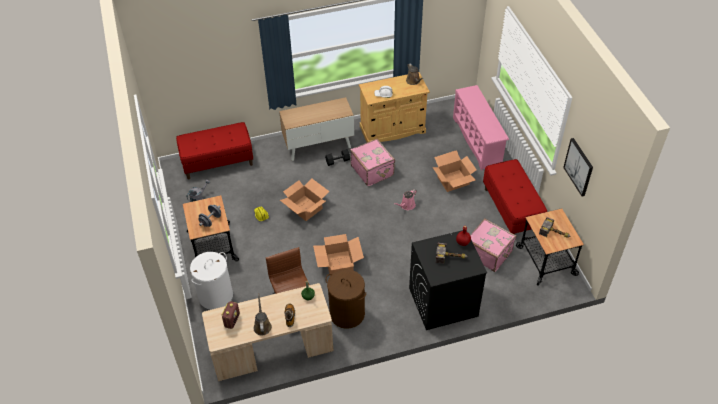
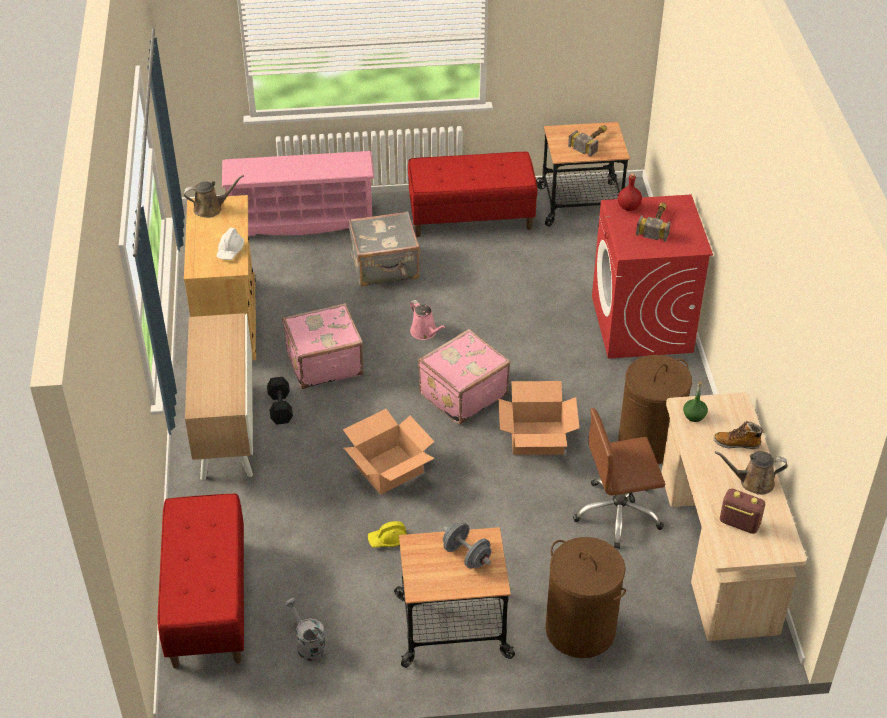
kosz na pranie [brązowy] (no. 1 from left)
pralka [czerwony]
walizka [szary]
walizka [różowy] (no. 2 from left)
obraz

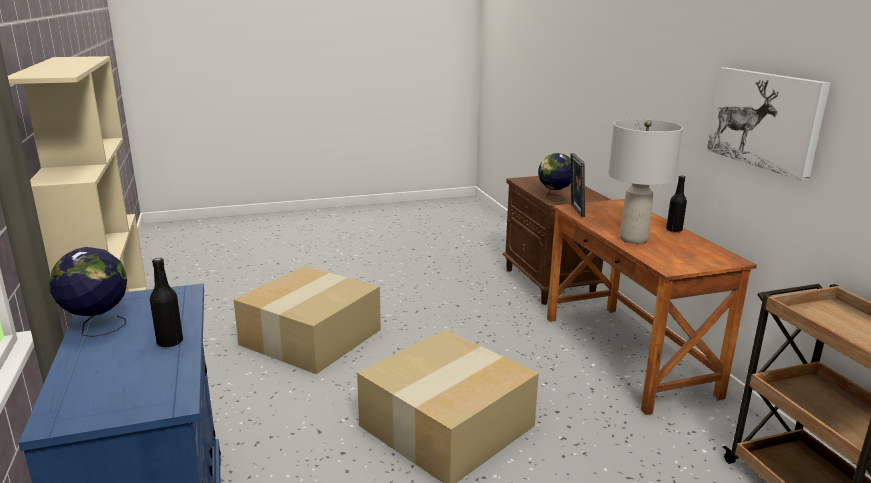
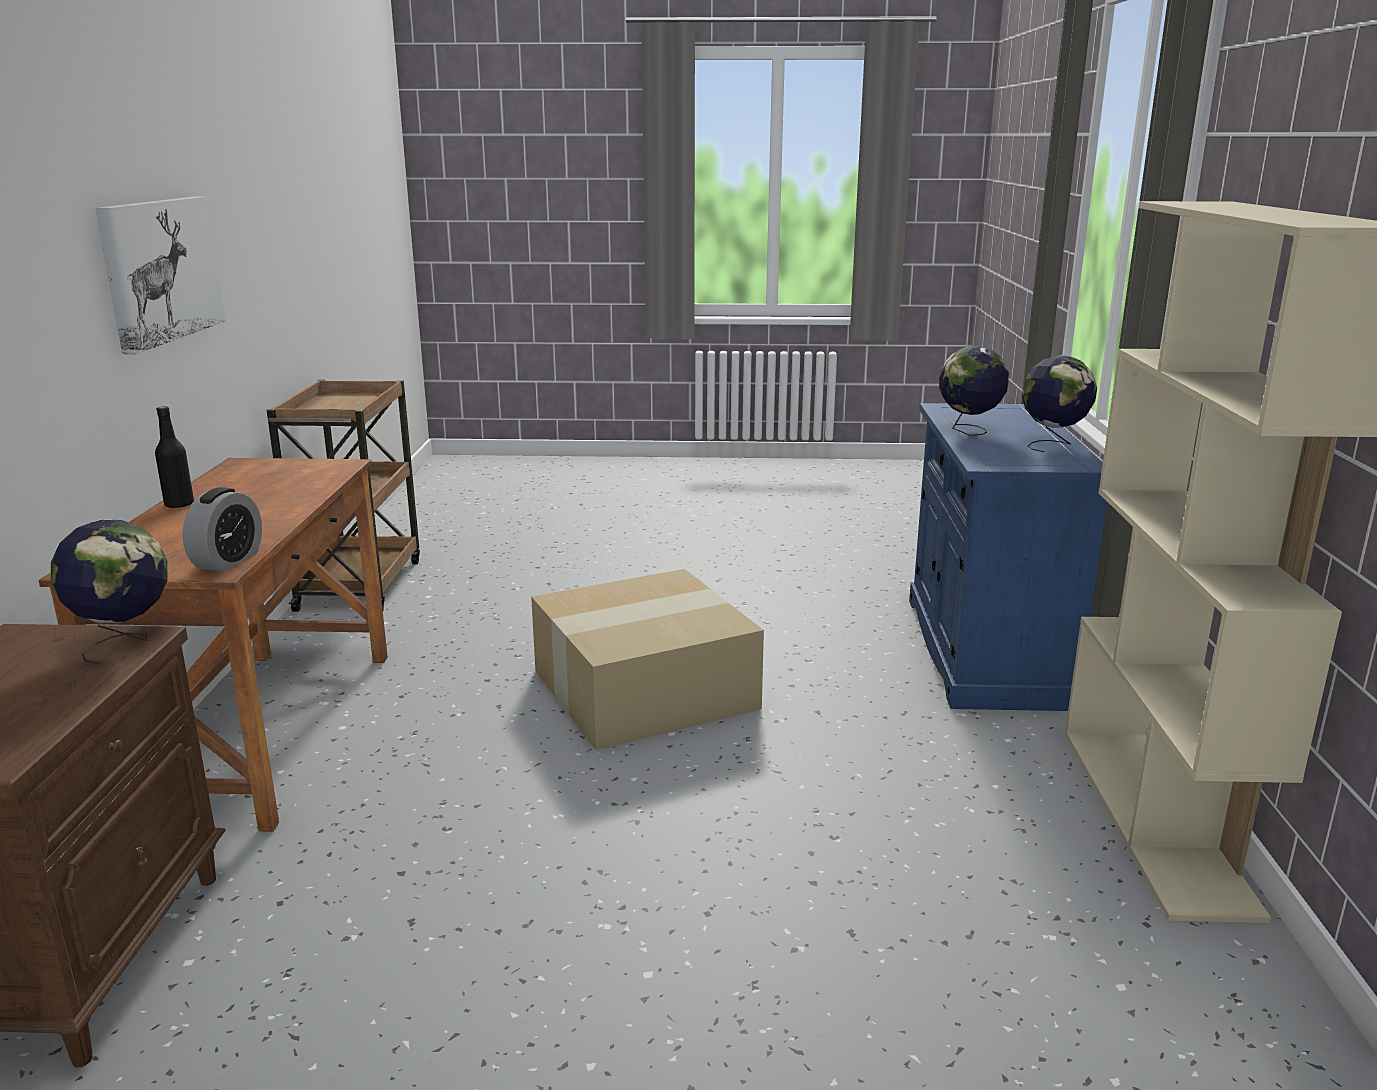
globus (no. 2 from left)
karton (no. 1 from left in the first image)
budzik
lampa stołowa [szary]

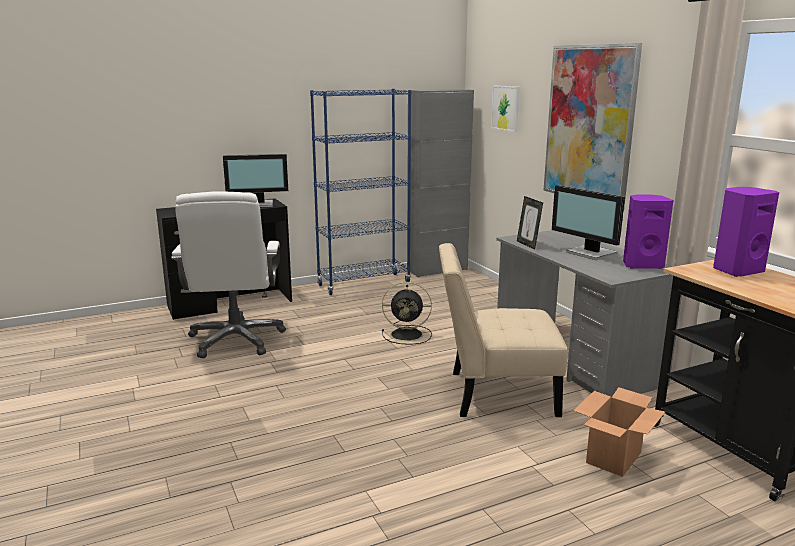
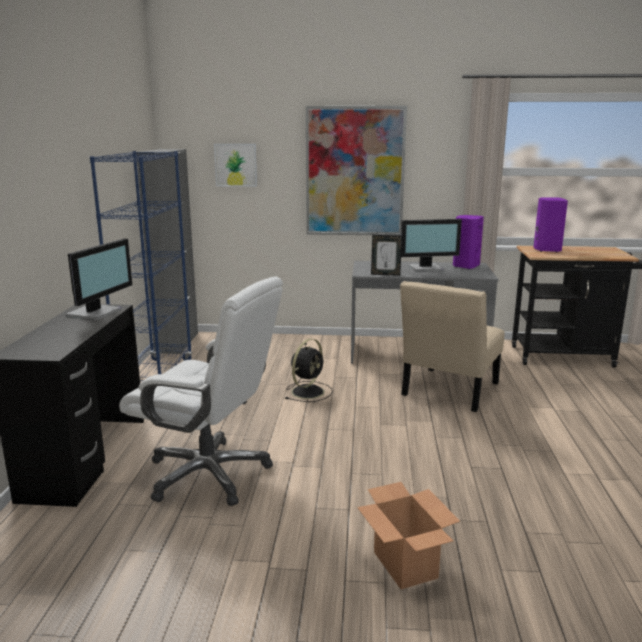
karton

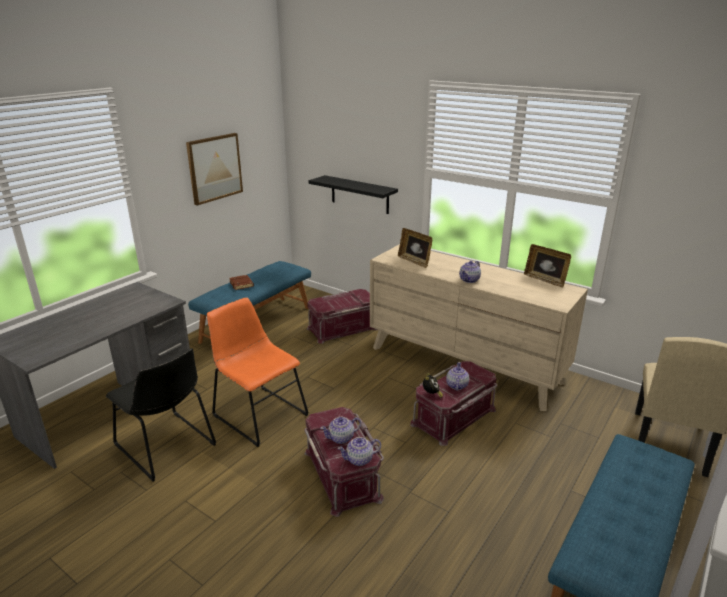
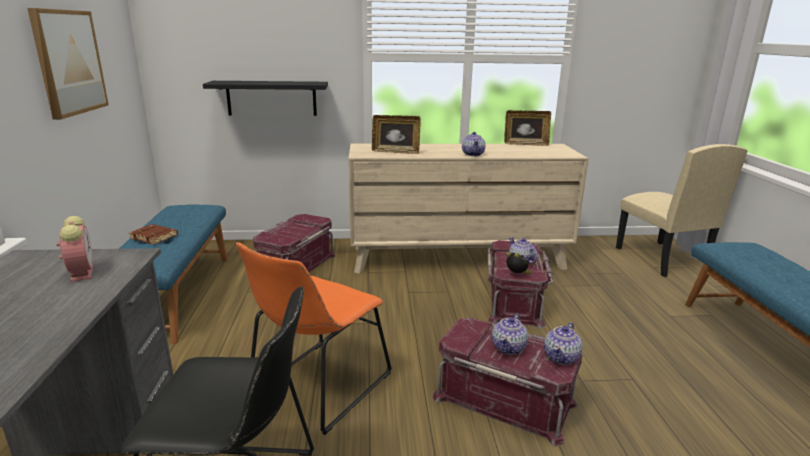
krzesło [pomarańczowy]
budzik (no. 1 from left)

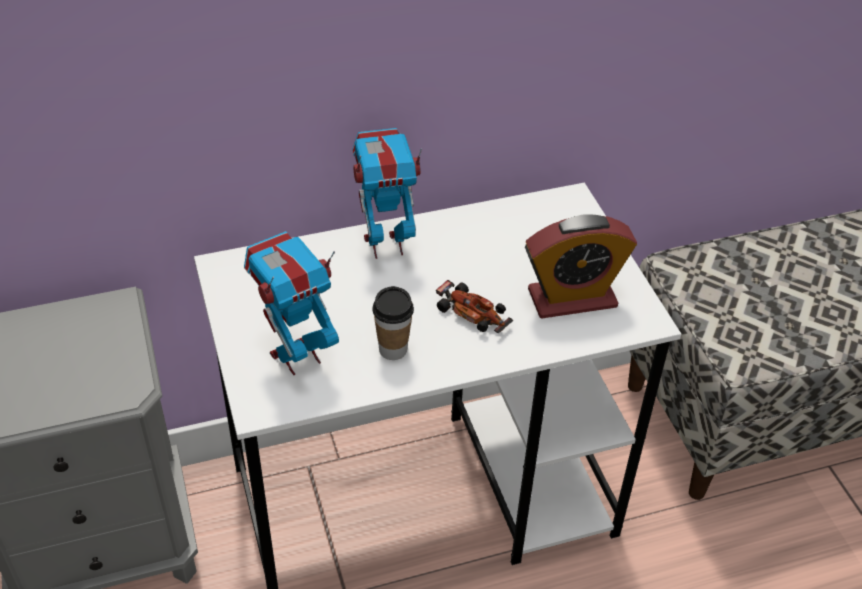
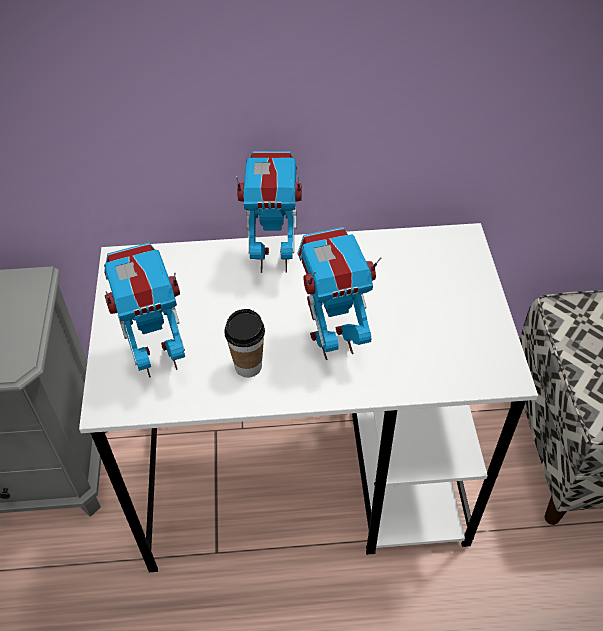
robot zabawkowy (no. 3 from left)
budzik

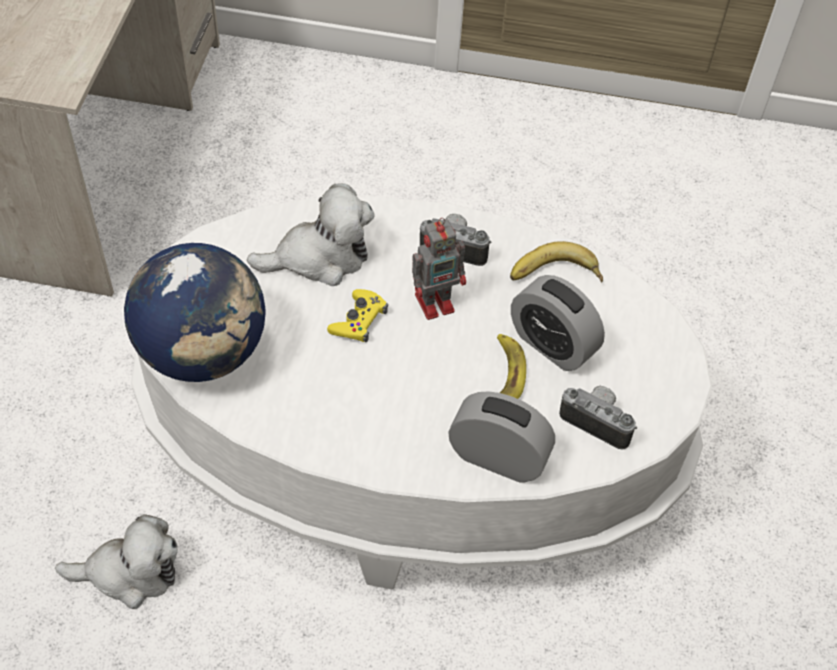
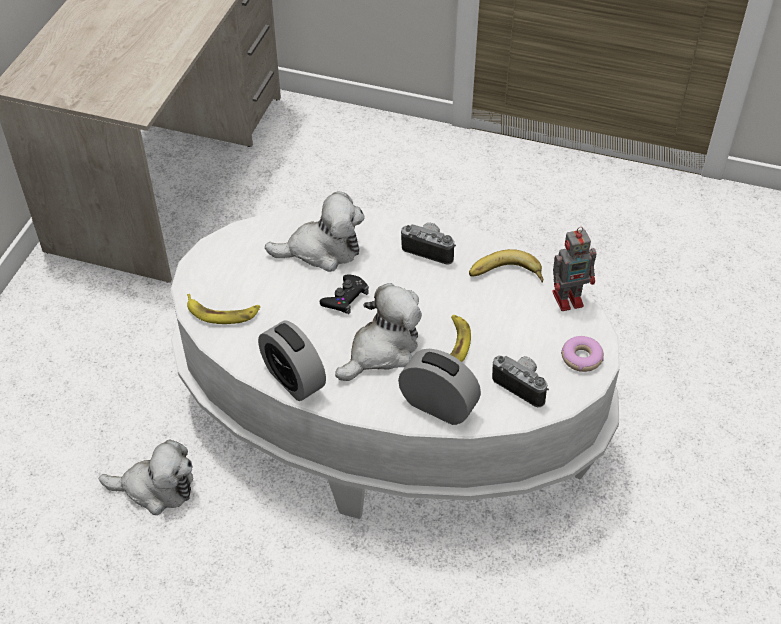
banan (no. 1 from left)
pad do gier [czarny]
robot zabawkowy
budzik (no. 1 from left)
pluszak (no. 3 from left)
donut

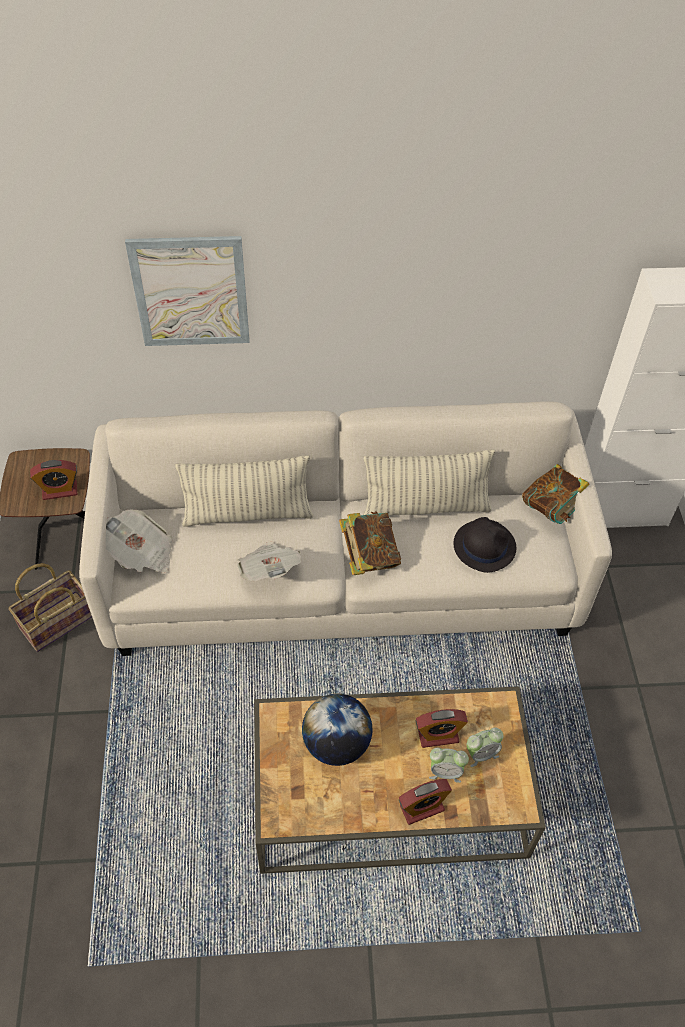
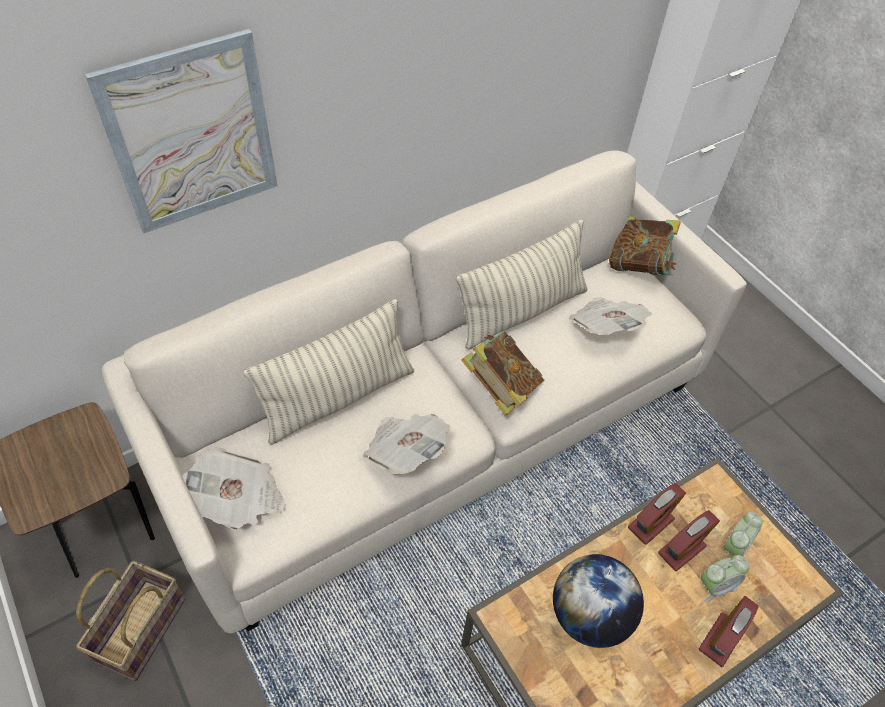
budzik (no. 1 from left)
gazeta (no. 3 from left)

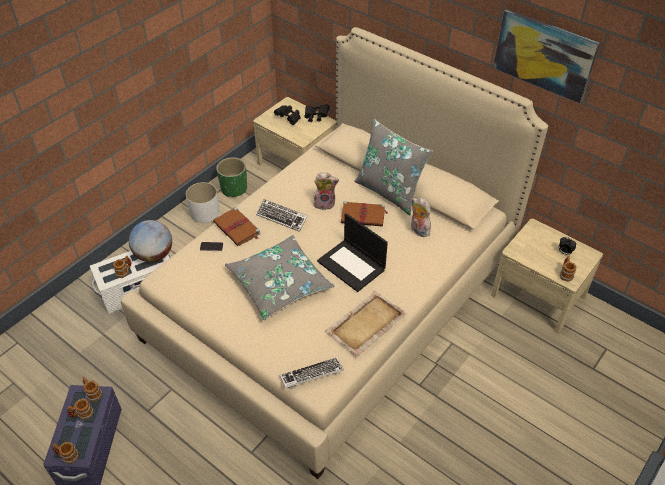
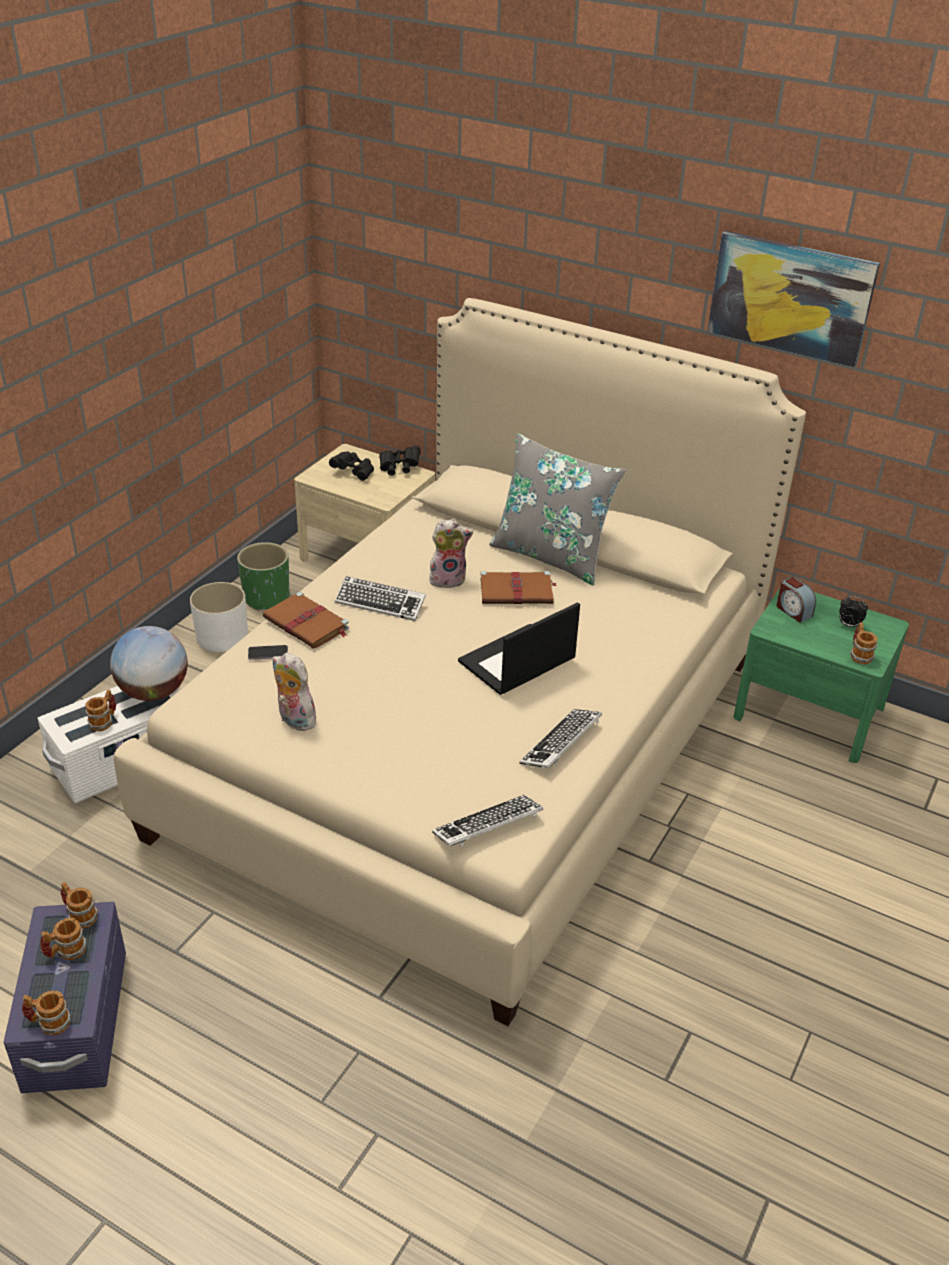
poduszka [szary] (no. 1 from left in the first image)
laptop
klawiatura (no. 3 from left)
pluszak (no. 1 from left)
szafka nocna [zielony]
budzik (no. 1 from left)

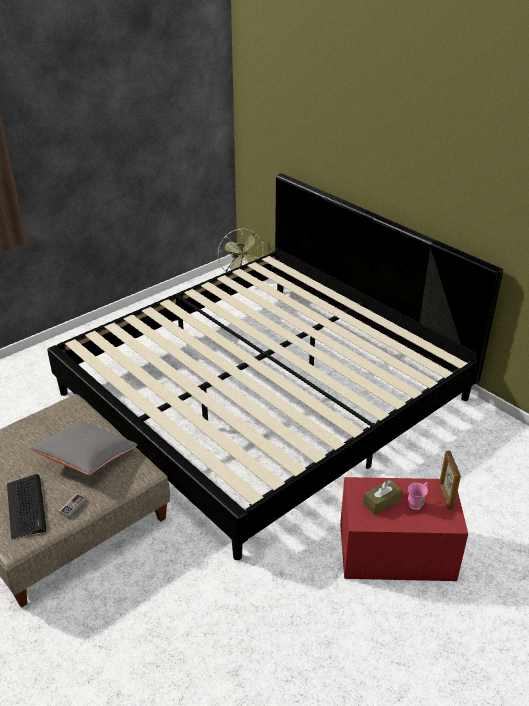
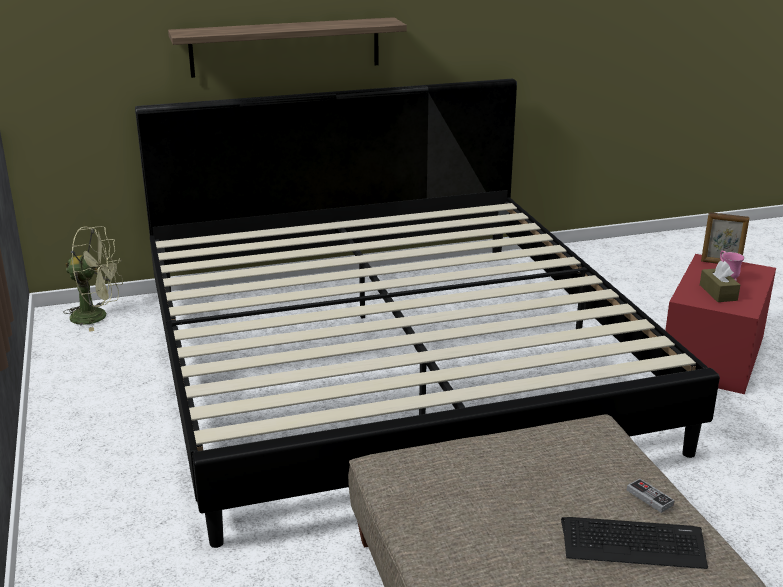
poduszka [szary]
półka

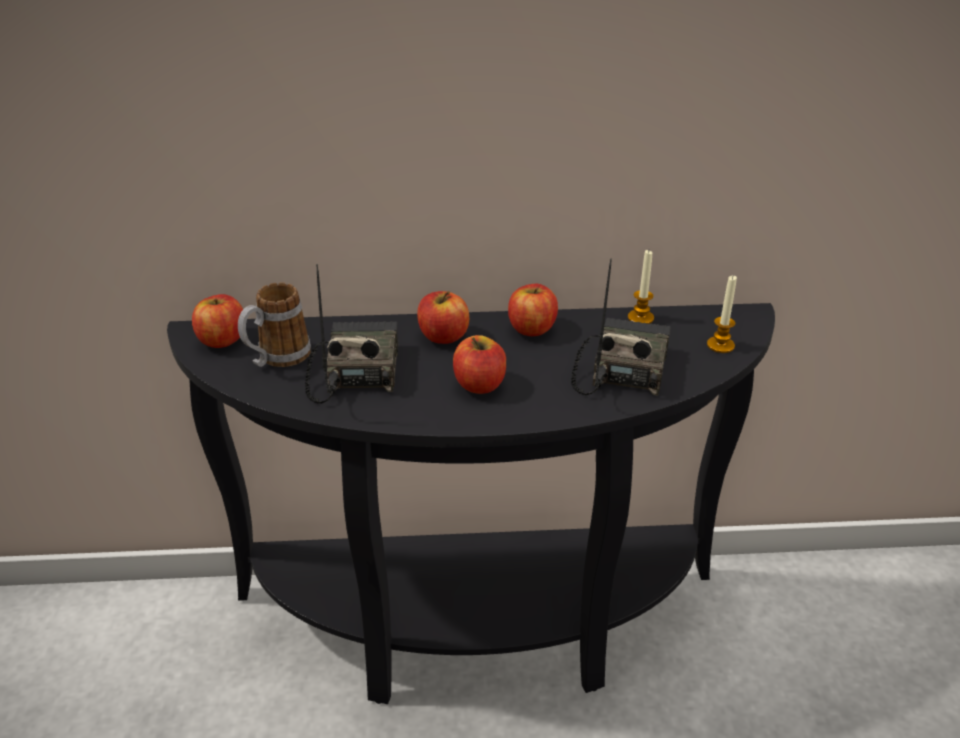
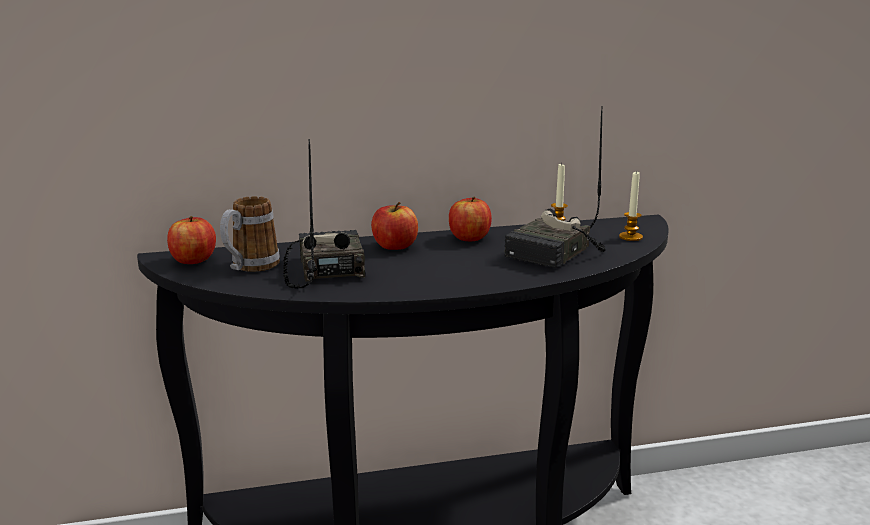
jabłko (no. 3 from left in the first image)
radio (no. 2 from left)

